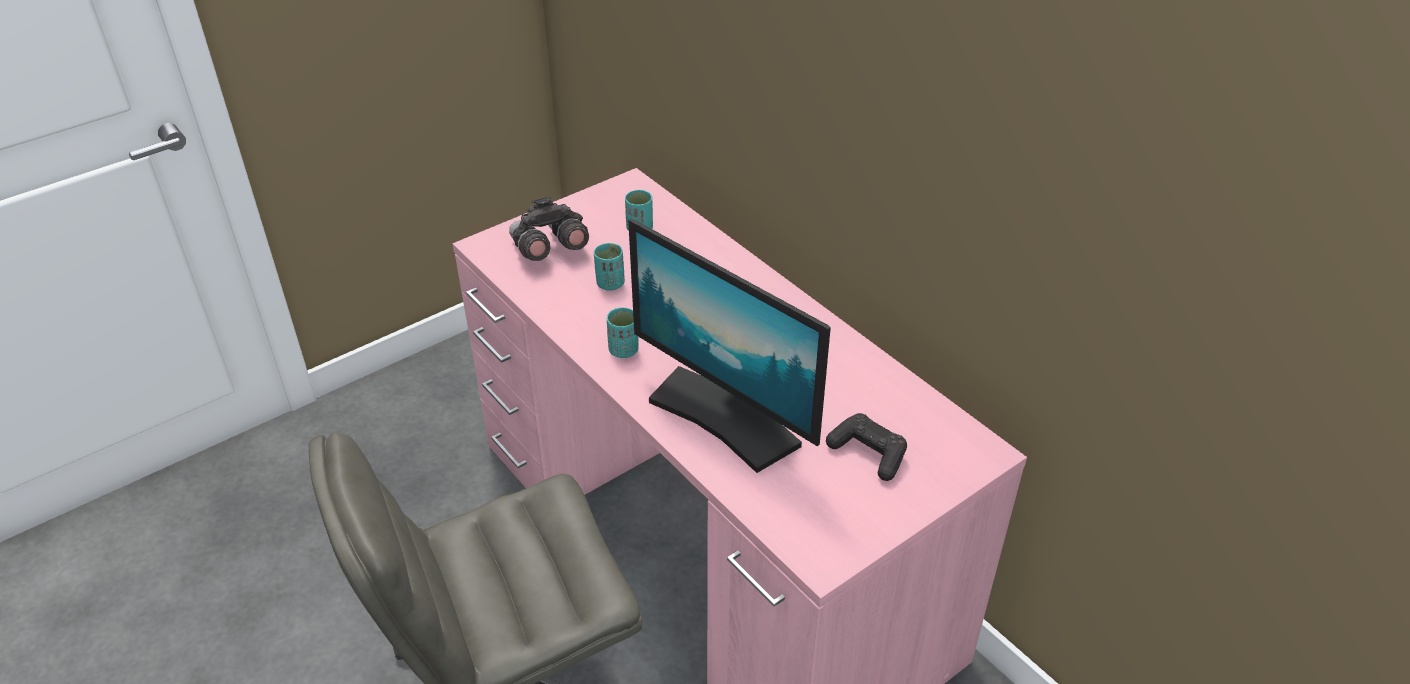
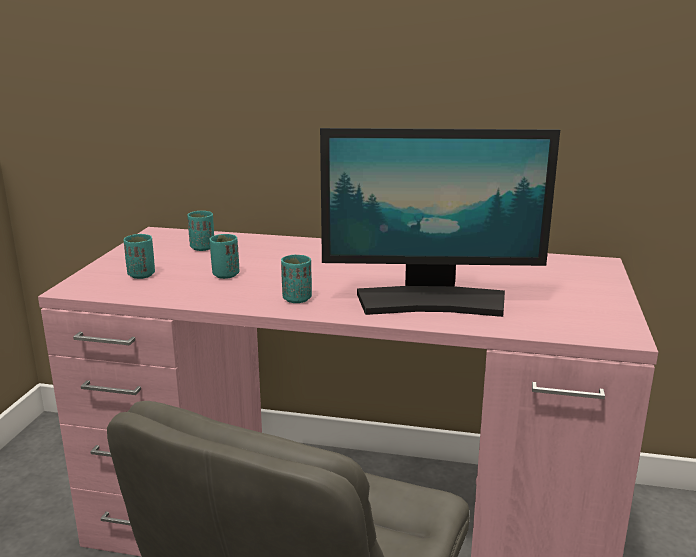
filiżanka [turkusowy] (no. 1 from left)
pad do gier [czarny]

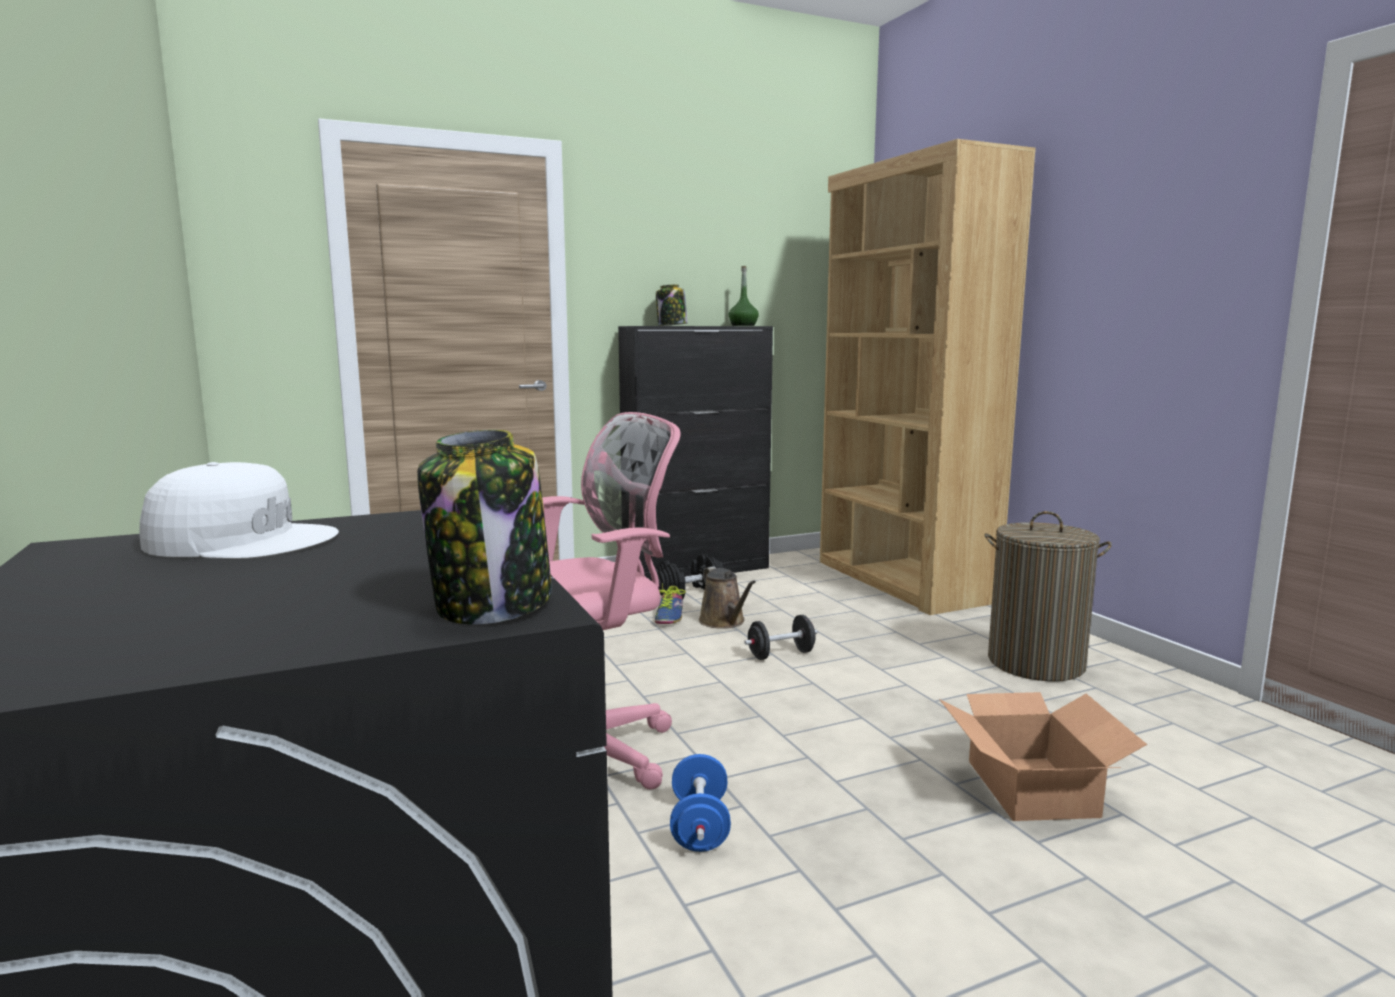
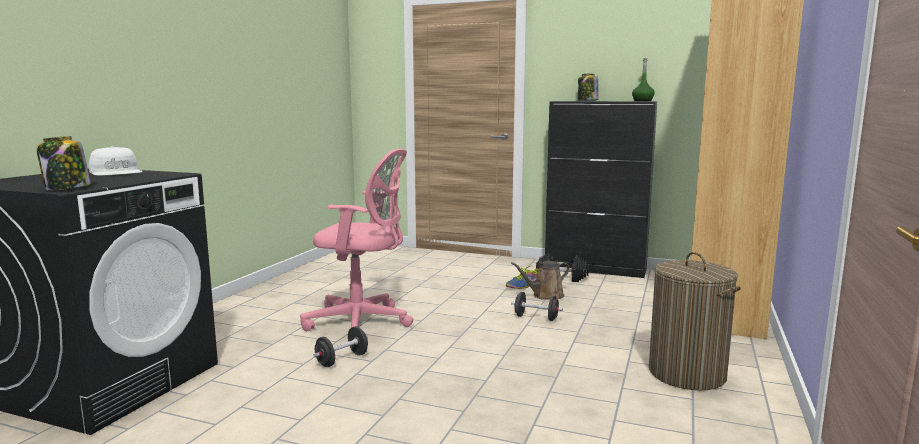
hantel [czarny] (no. 1 from left)
konewka [brązowy]
karton

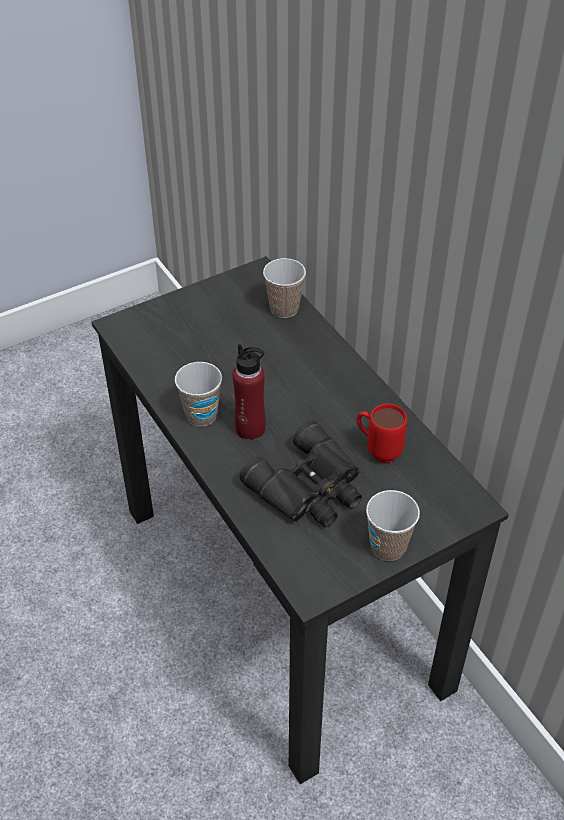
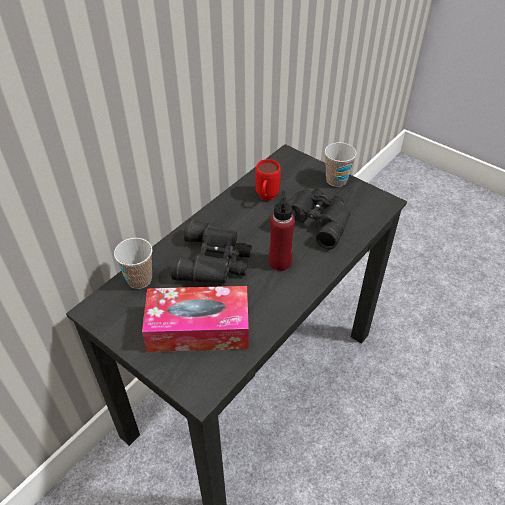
filiżanka (no. 1 from left in the first image)
pudełko chusteczek
lornetka [czarny] (no. 1 from left)

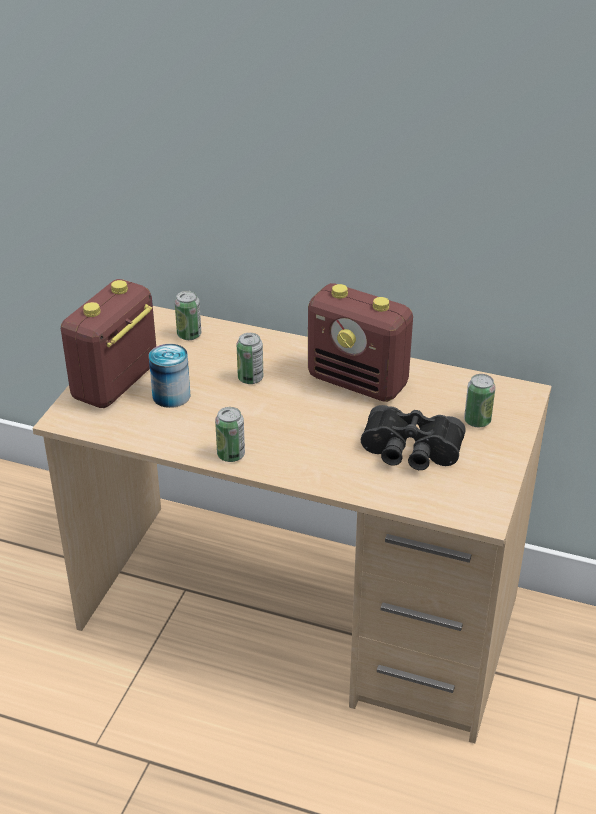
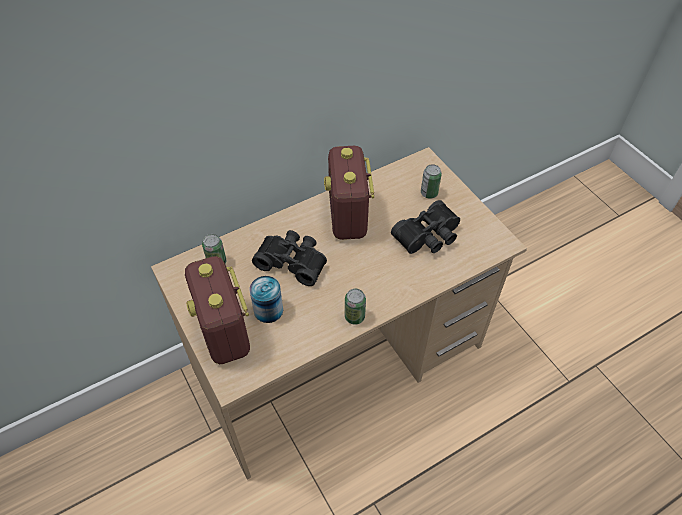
lornetka [czarny] (no. 1 from left)
radio (no. 2 from left)

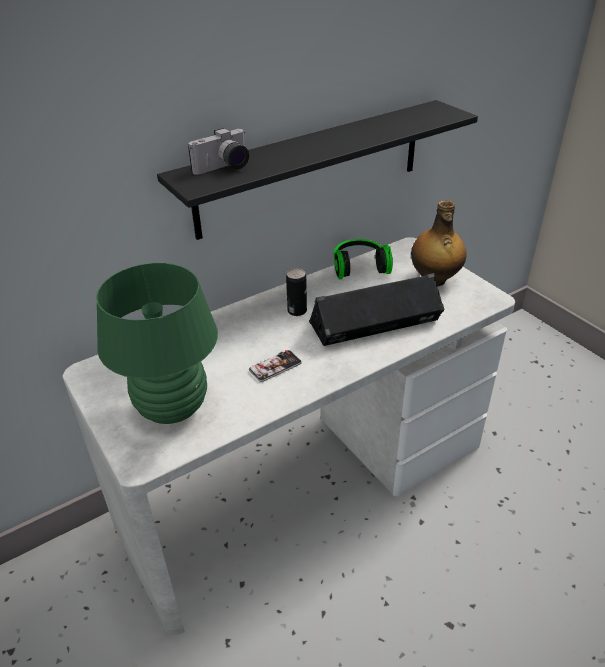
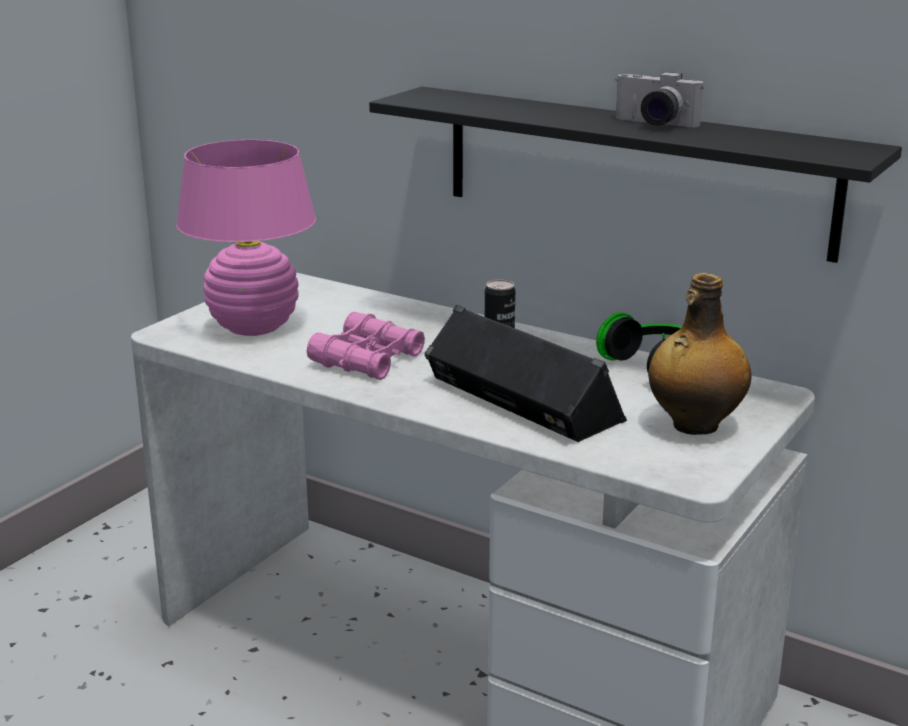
lampa stołowa [różowy]
aparat fotograficzny
lornetka [różowy]

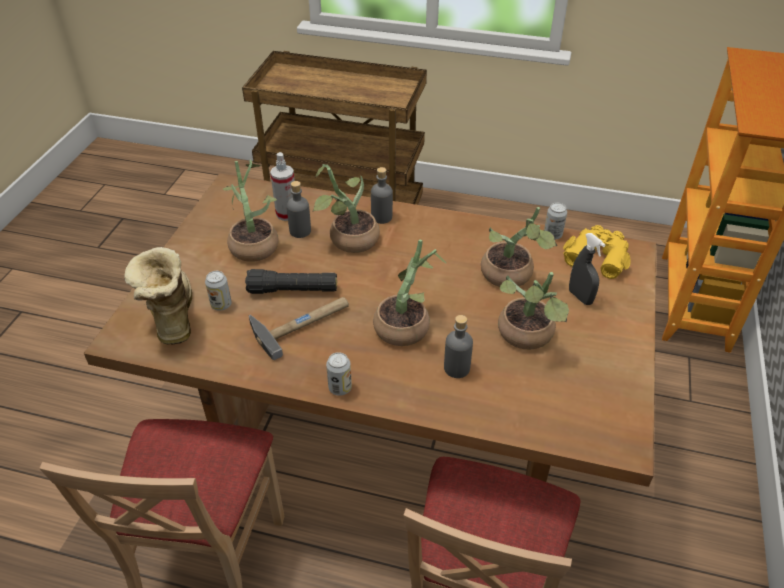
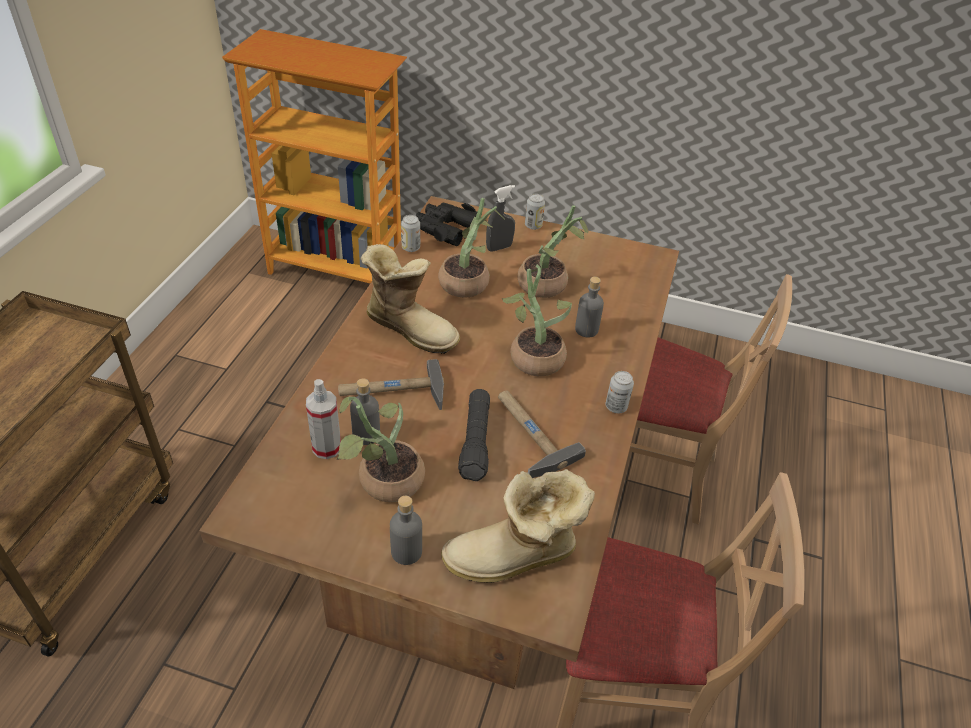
puszka (no. 2 from left)
młotek (no. 1 from left)
butelka [szary] (no. 2 from left)
lornetka [czarny]
but z cholewką (no. 1 from left)

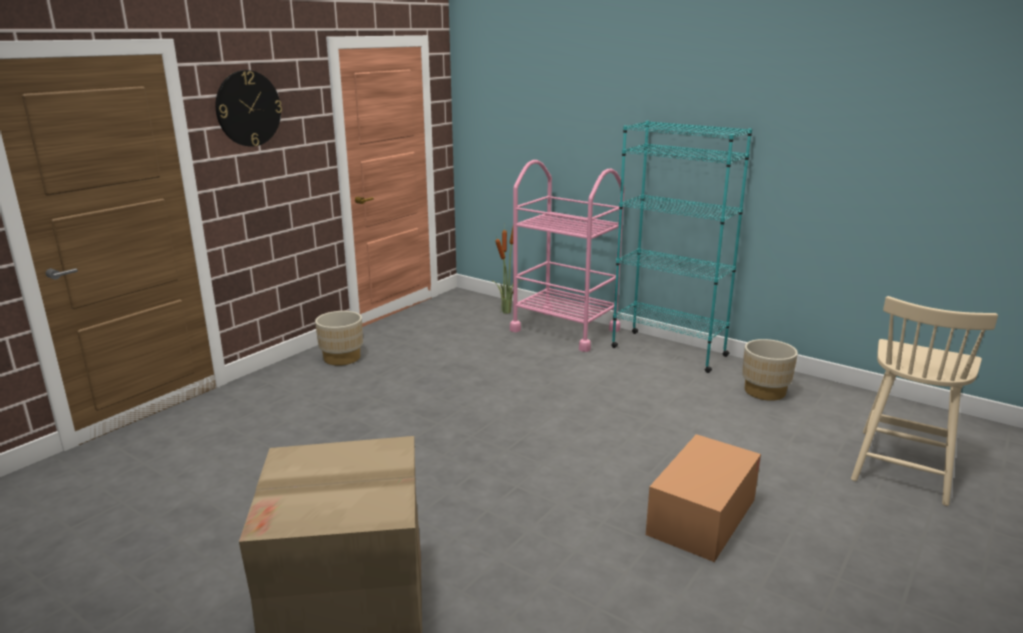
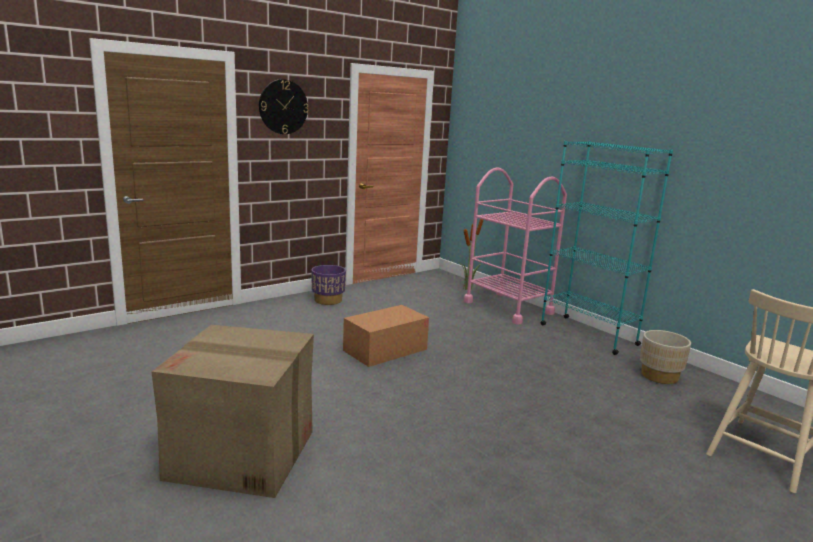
donica [fioletowy]
karton (no. 2 from left)

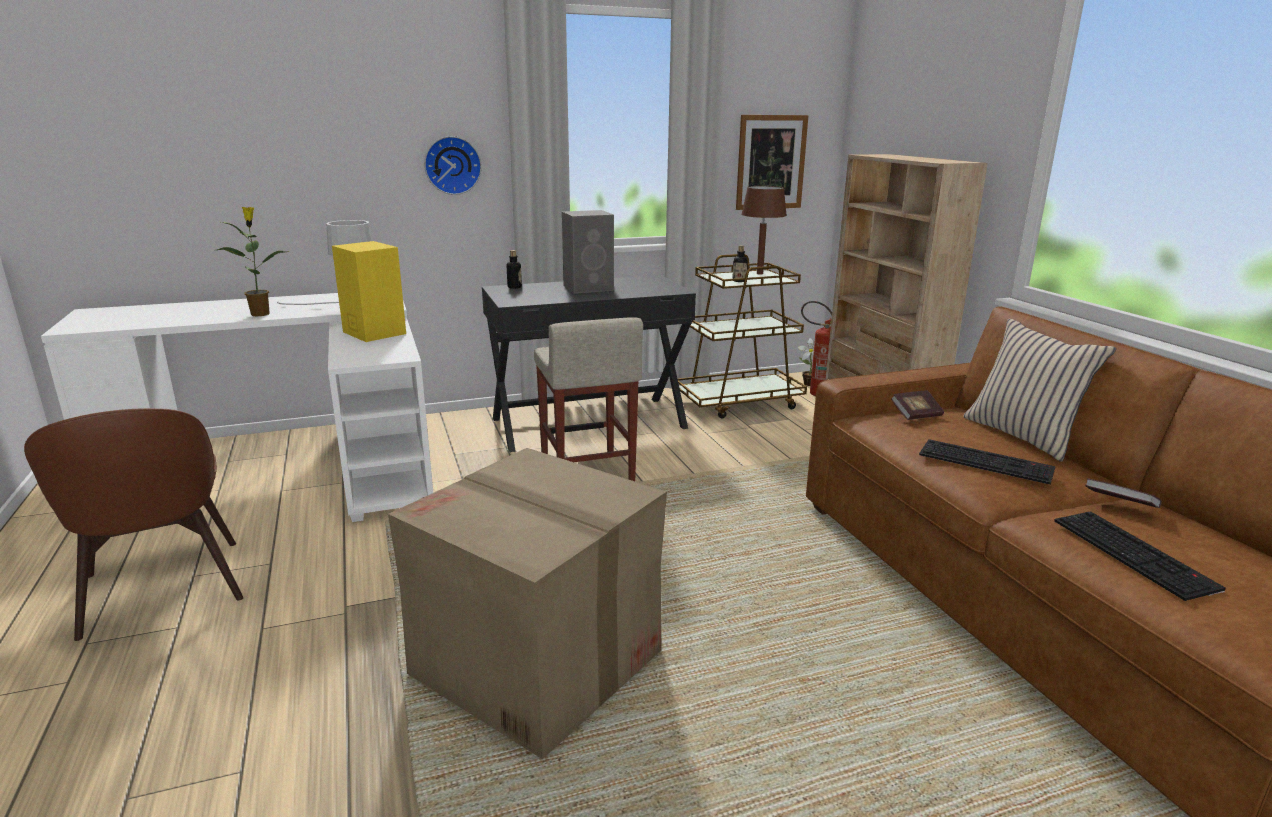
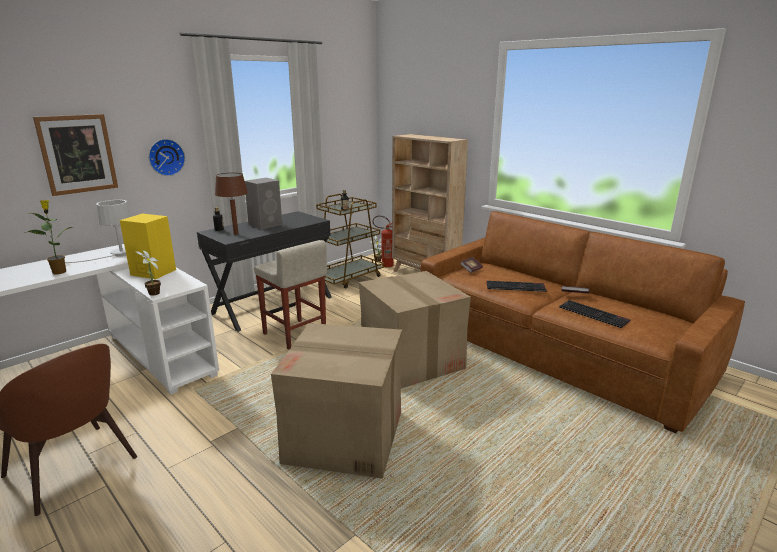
obraz
lampa stołowa [brązowy]
poduszka [beżowy]
roślina doniczkowa (no. 2 from left)
karton (no. 2 from left)

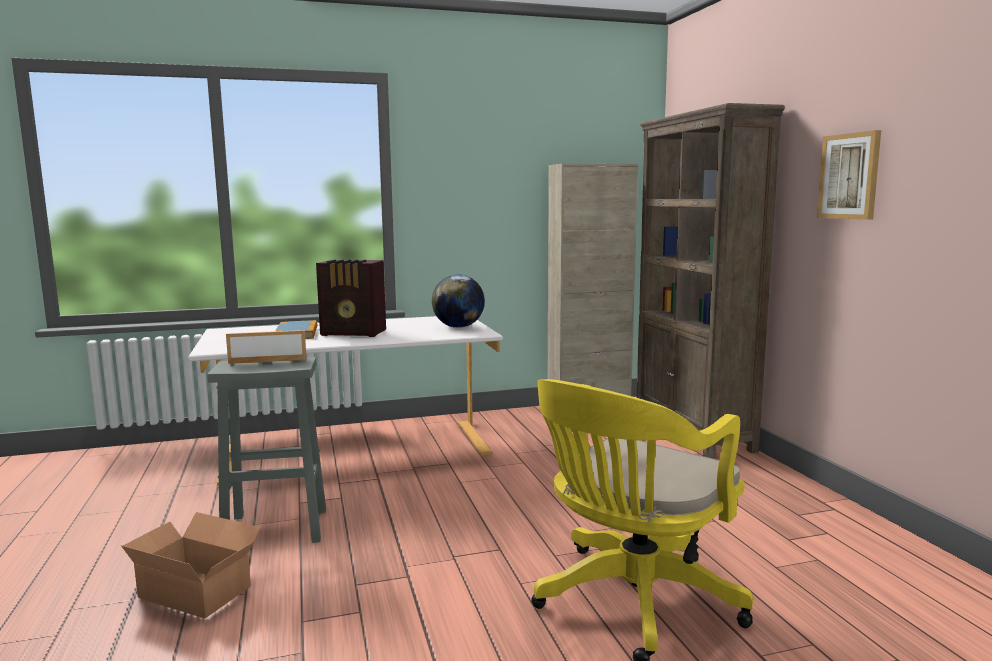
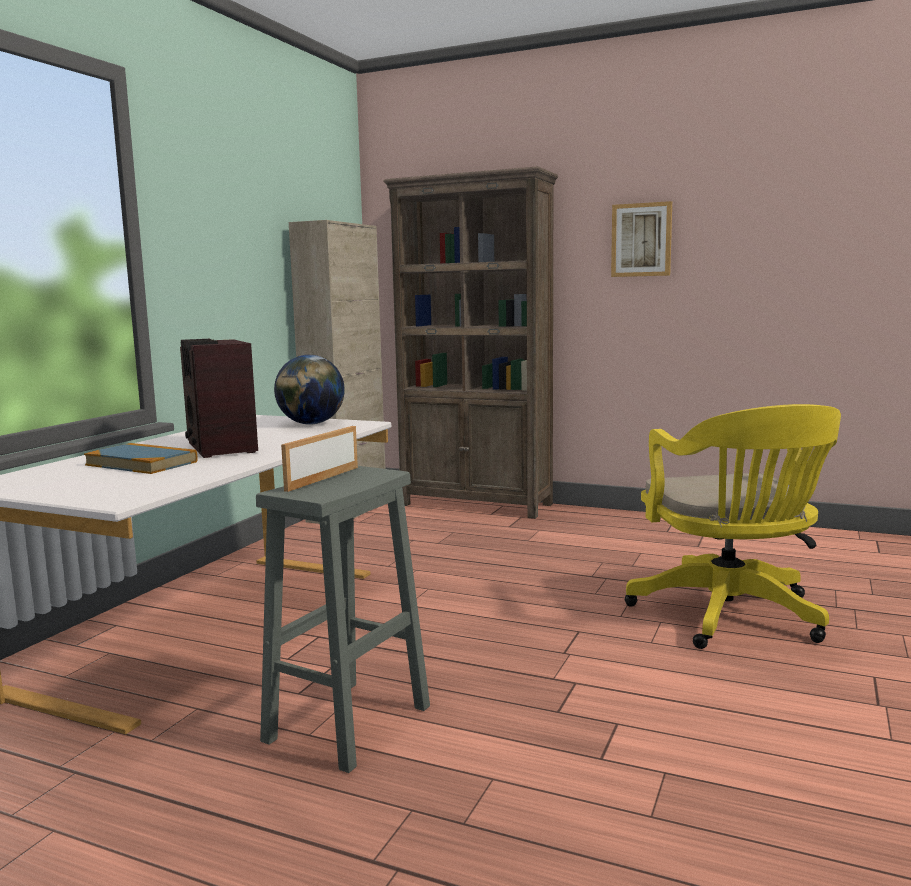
karton
radio

